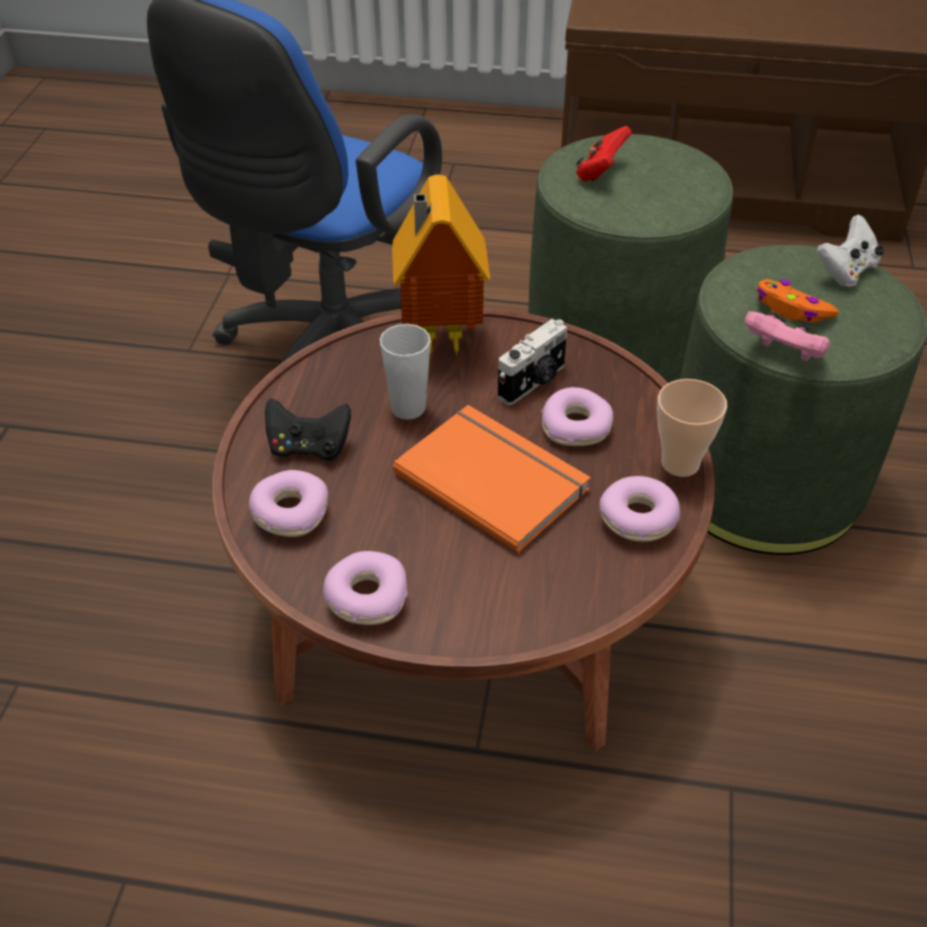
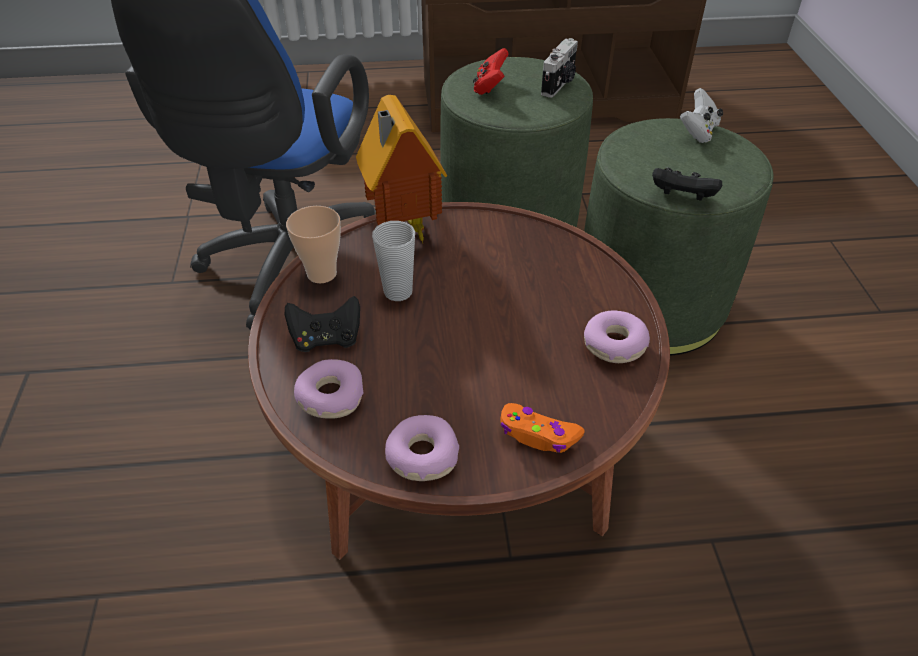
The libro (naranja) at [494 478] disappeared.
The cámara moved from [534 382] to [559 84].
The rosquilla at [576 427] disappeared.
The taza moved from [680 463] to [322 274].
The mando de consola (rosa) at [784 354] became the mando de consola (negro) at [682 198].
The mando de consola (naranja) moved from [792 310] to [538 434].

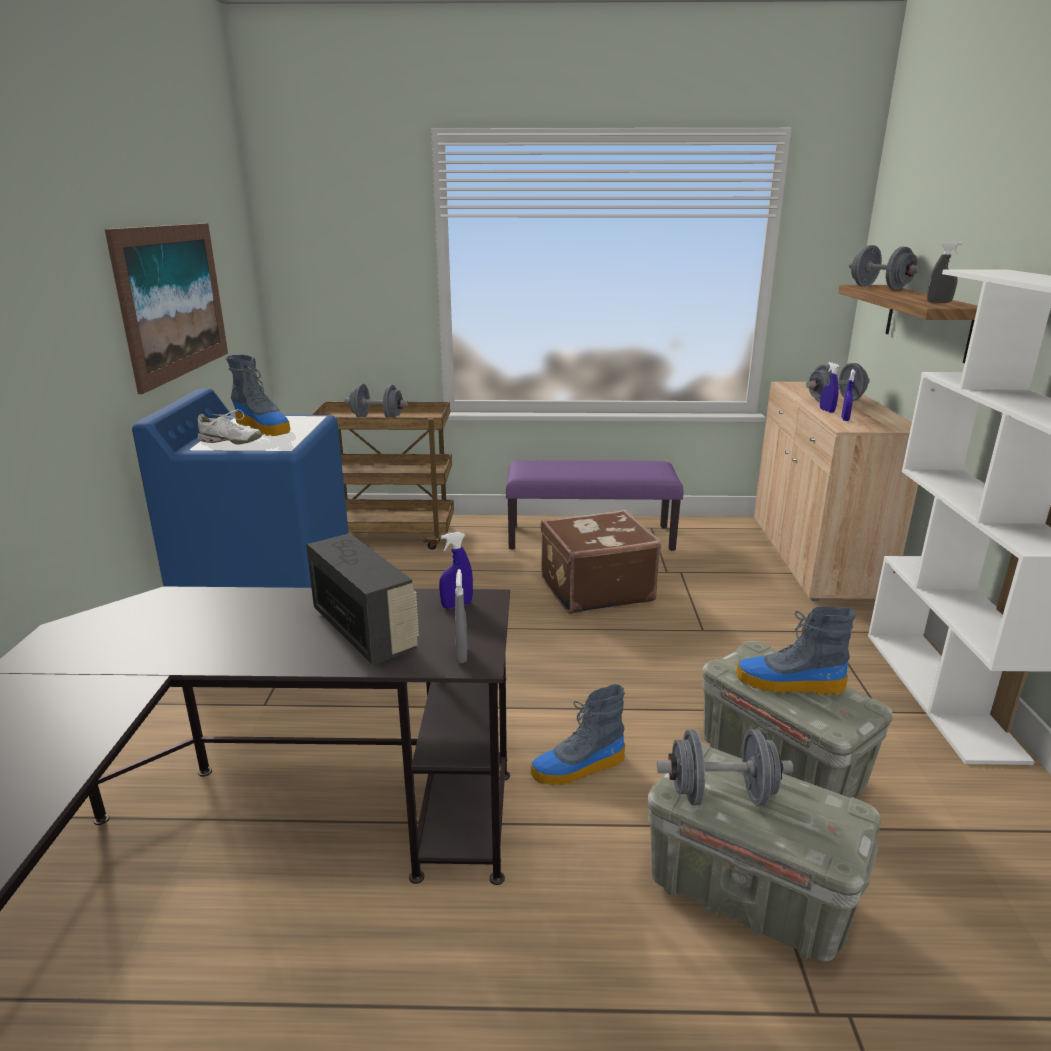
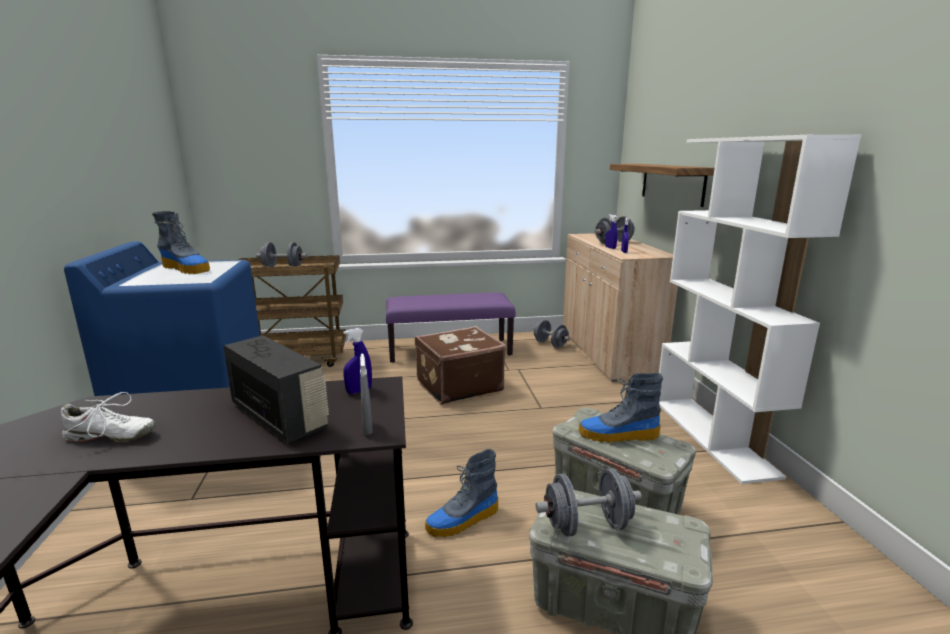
The cuadro at [174 301] disappeared.
The zapato (blanco) moved from [230 441] to [111 436].
The mancuerna (gris) moved from [879 288] to [550 344].
The pulverizador (gris) at [938 302] disappeared.

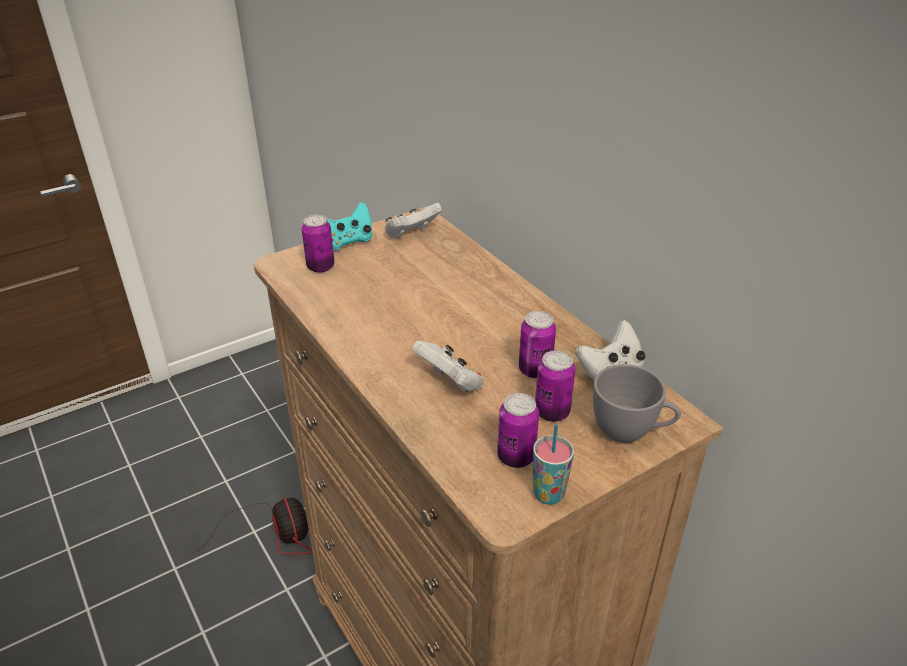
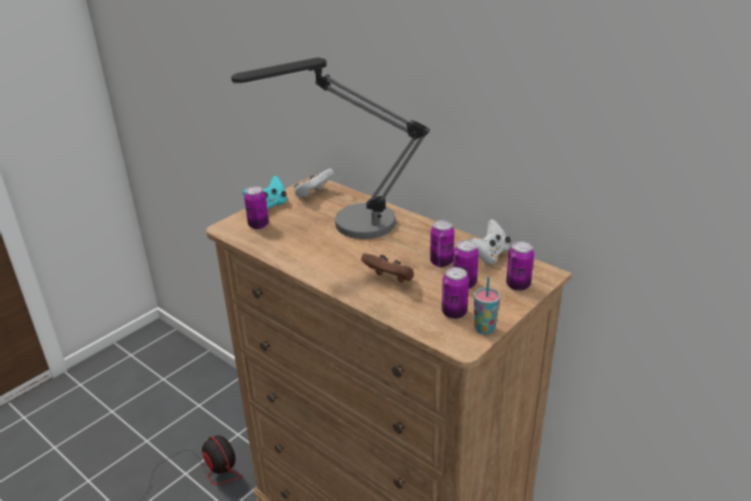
The mando de consola (blanco) at [450 383] became the mando de consola (marrón) at [390 279].
The taza (gris) at [630 432] was replaced by the lata at [518 285].
The lámpara de mesa at [347 227] appeared.

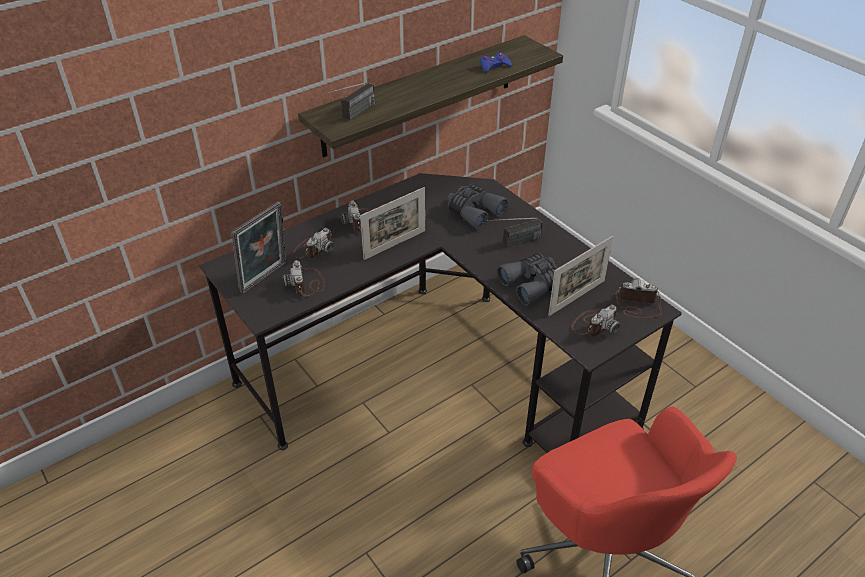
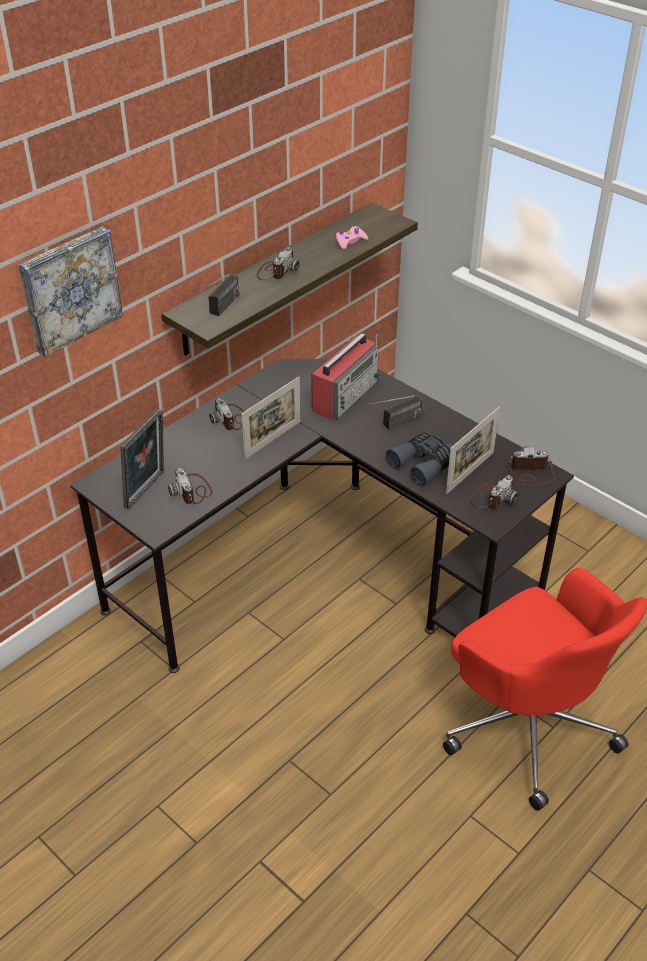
The cámara moved from [313 248] to [276 271].
The prismáticos (gris) at [473 211] was replaced by the radio at [345 395].
The mando de consola (azul) at [494 66] became the mando de consola (rosa) at [350 241].
The cuadro at [69 289] appeared.

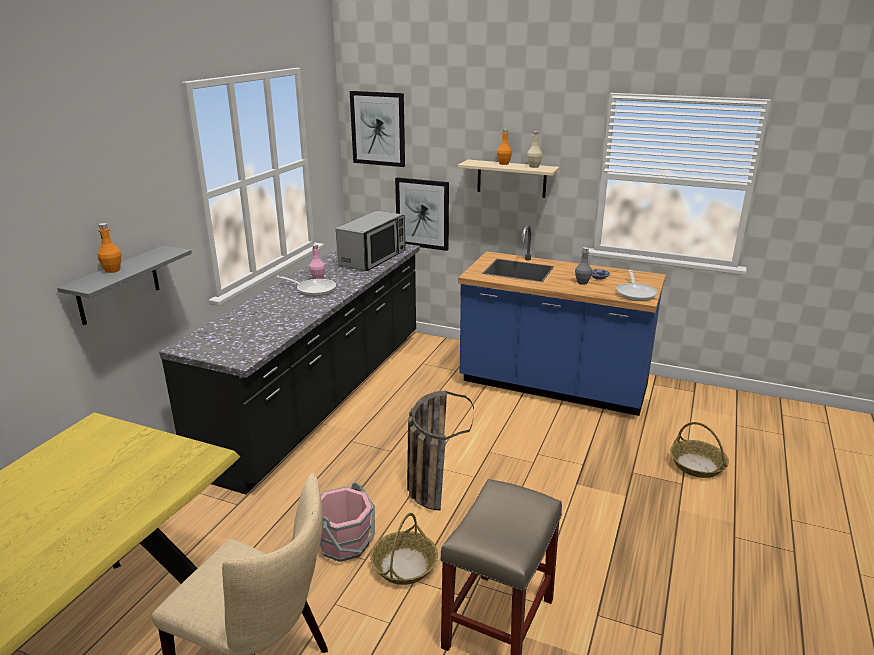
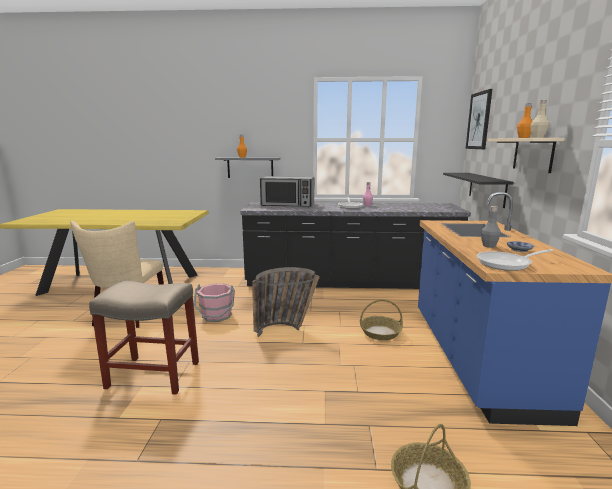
The microondas moved from [373 258] to [288 205].
The cesta moved from [404 565] to [380 332].
The cuadro at [422 213] was replaced by the estante (negro) at [487 189].

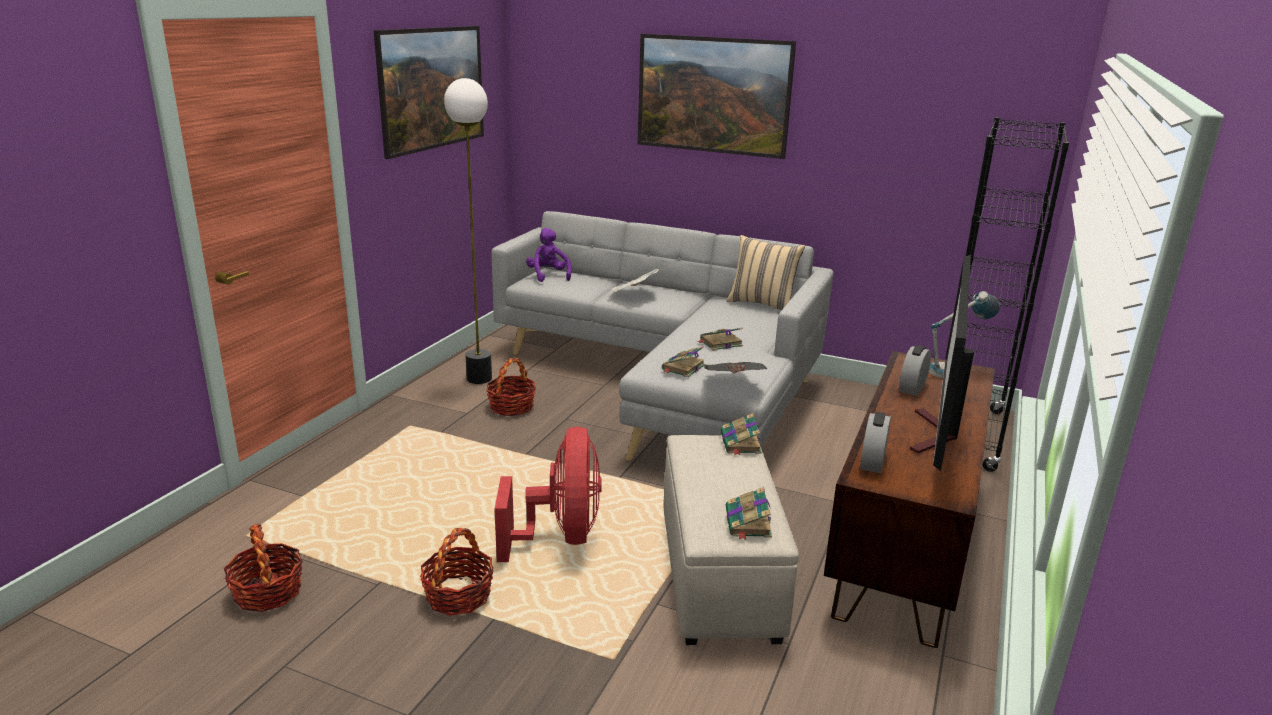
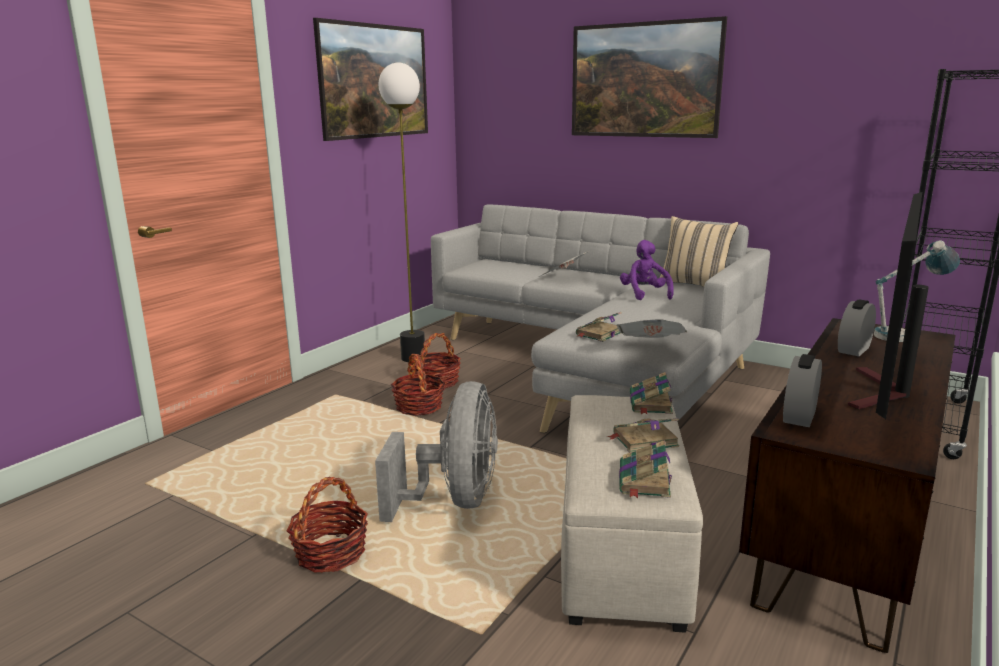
The cesta moved from [268 592] to [418 406].
The ventilador (rojo) at [561 536] became the ventilador (gris) at [455 501].
The peluche (morado) moved from [548 276] to [644 294].
The libro moved from [720 343] to [643 440].

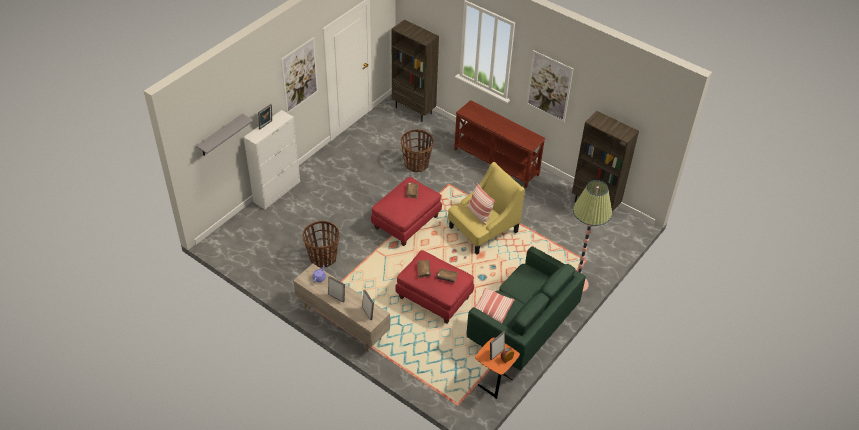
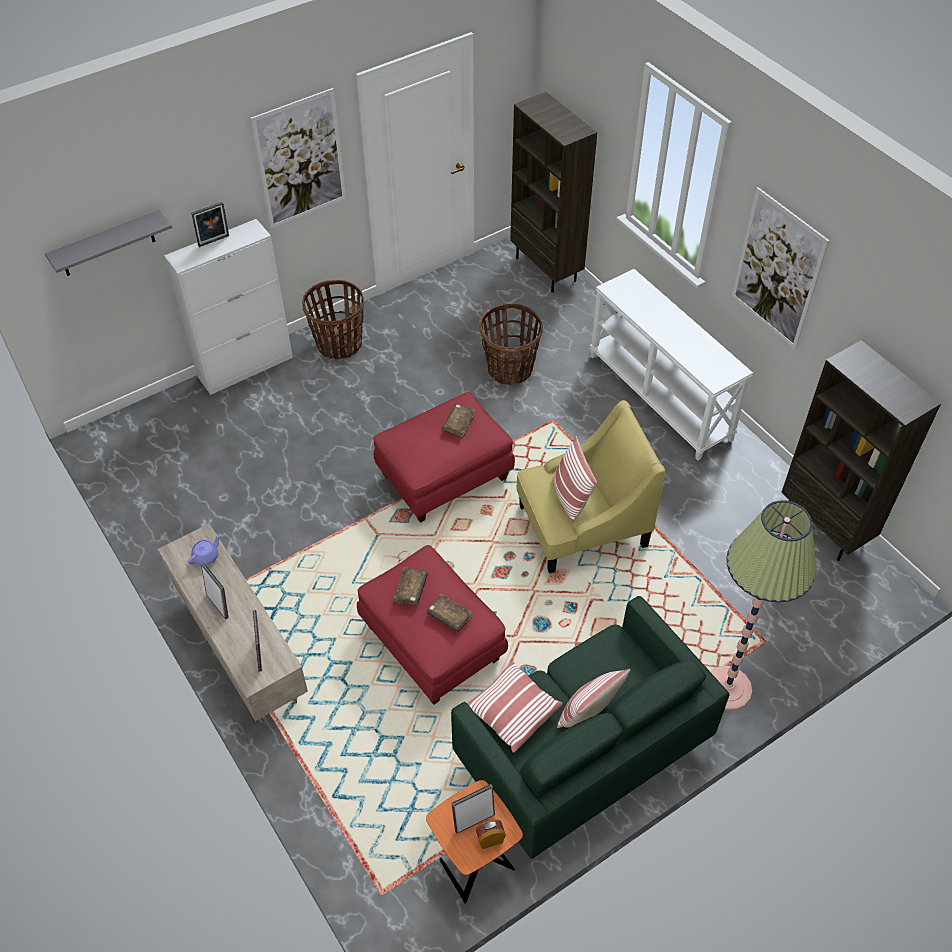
The cesta moved from [323 258] to [339 344].
The mesa consola (marrón) at [496 162] became the mesa consola (blanco) at [660 397].
The cojín at [589 712] appeared.

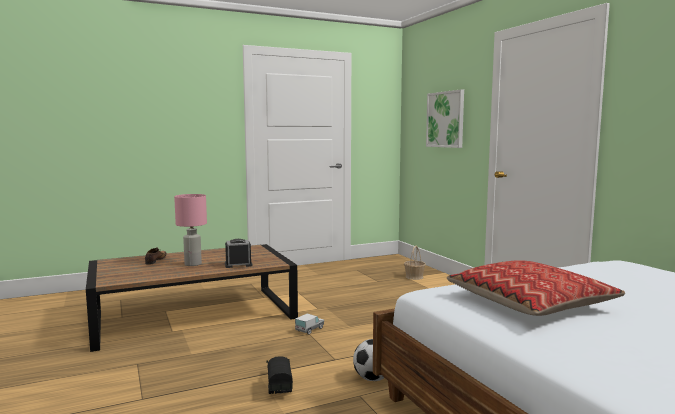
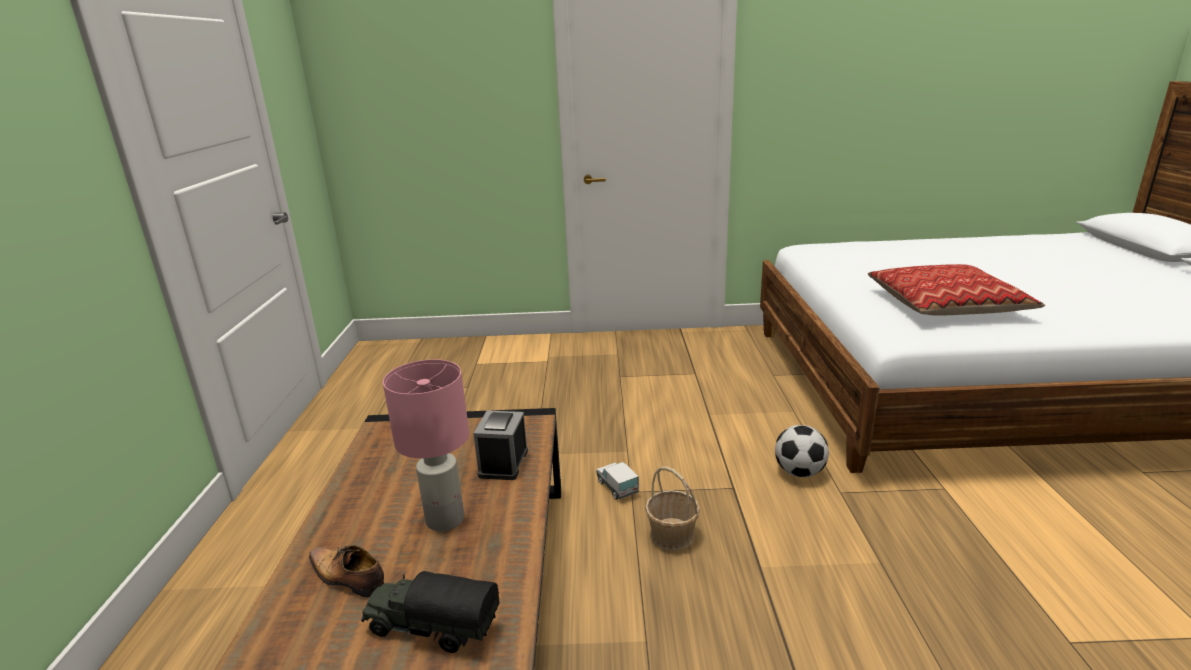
The camión de juguete moved from [279 385] to [431 628].
The cesta moved from [414 277] to [672 535].
The cuadro at [445 119] disappeared.

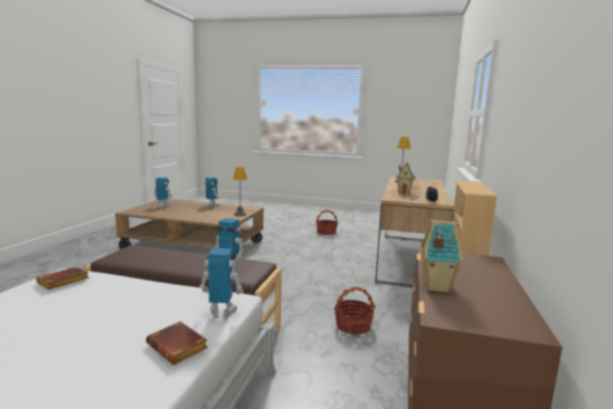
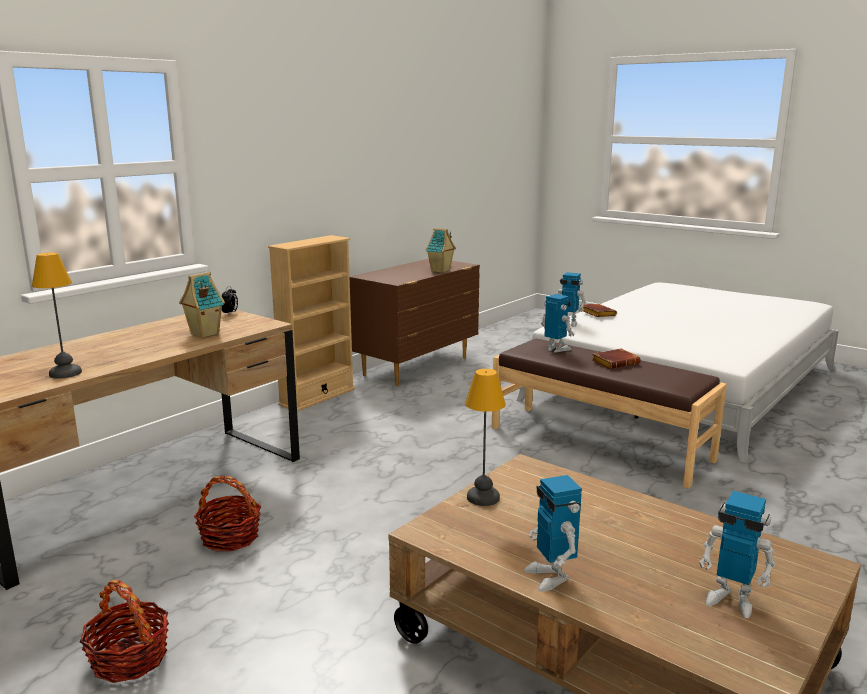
The libro (marrón) moved from [62 282] to [615 362].
The cesta moved from [353 326] to [230 537].

